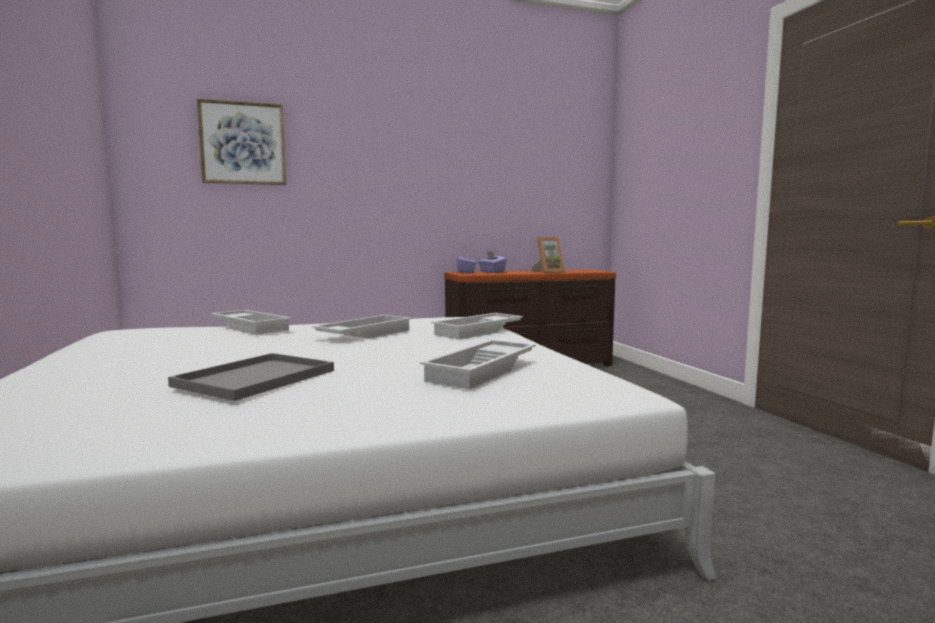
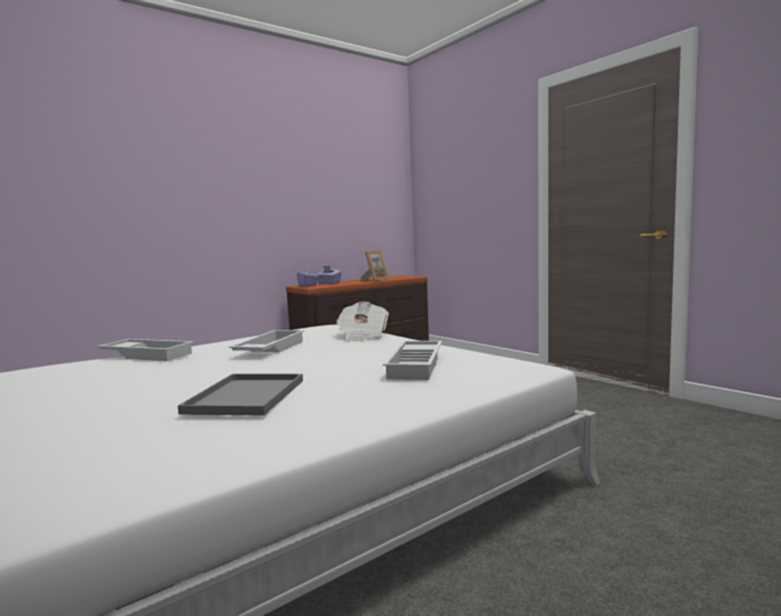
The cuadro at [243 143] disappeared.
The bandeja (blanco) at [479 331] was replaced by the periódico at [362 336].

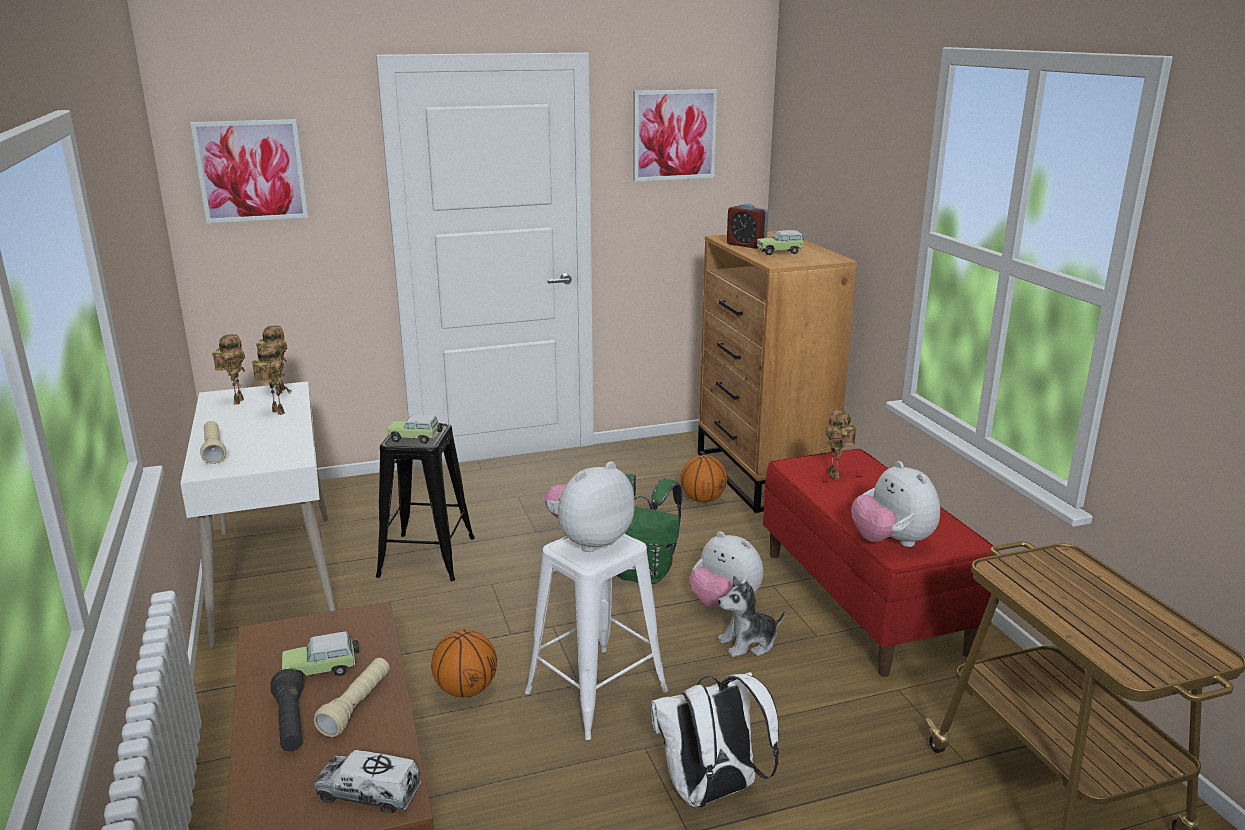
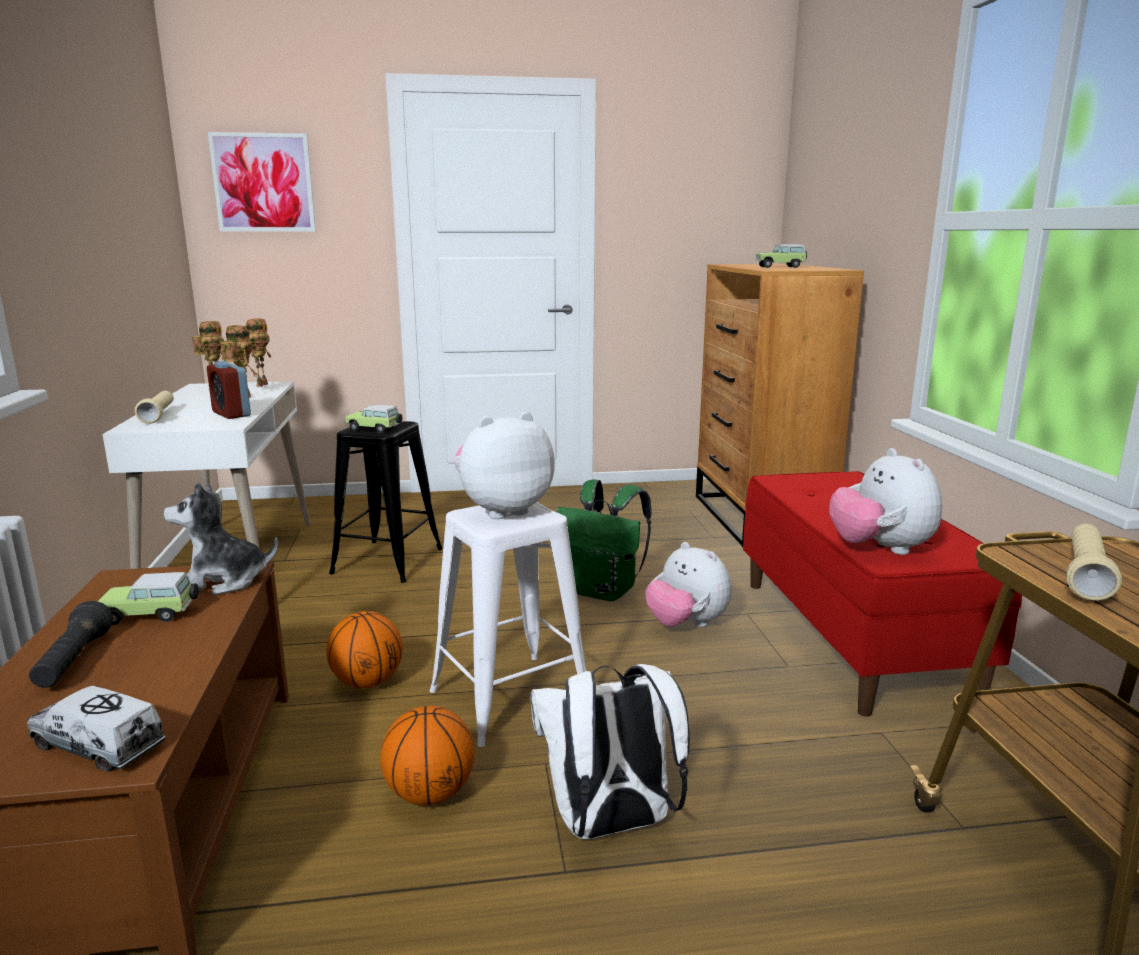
The linterna (beis) moved from [356 706] to [1085 576].
The cuadro at [674 135] disappeared.
The balón de baloncesto moved from [703 499] to [430 793].
The peluche moved from [748 643] to [224 581].
The despertador moved from [746 245] to [231 414].
The robot de juguete at [835 476] disappeared.

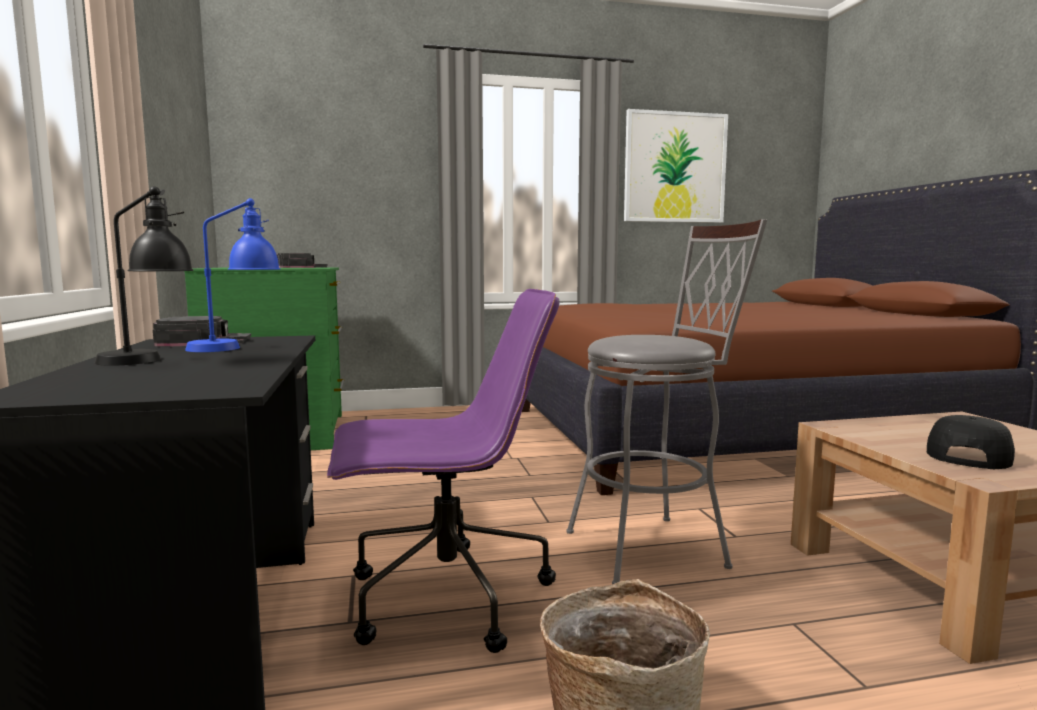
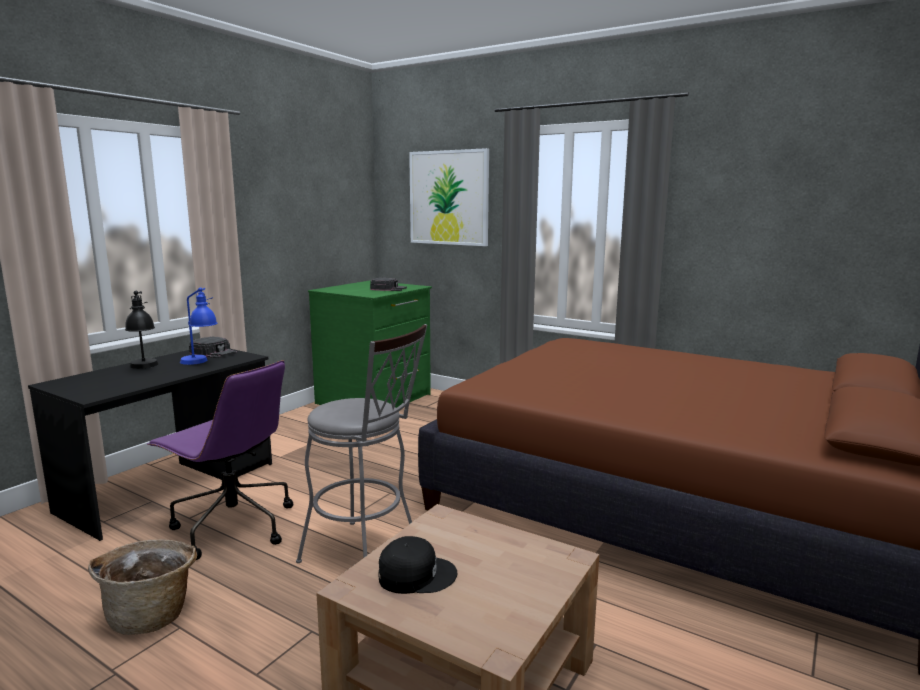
The cuadro moved from [674 168] to [449 198].

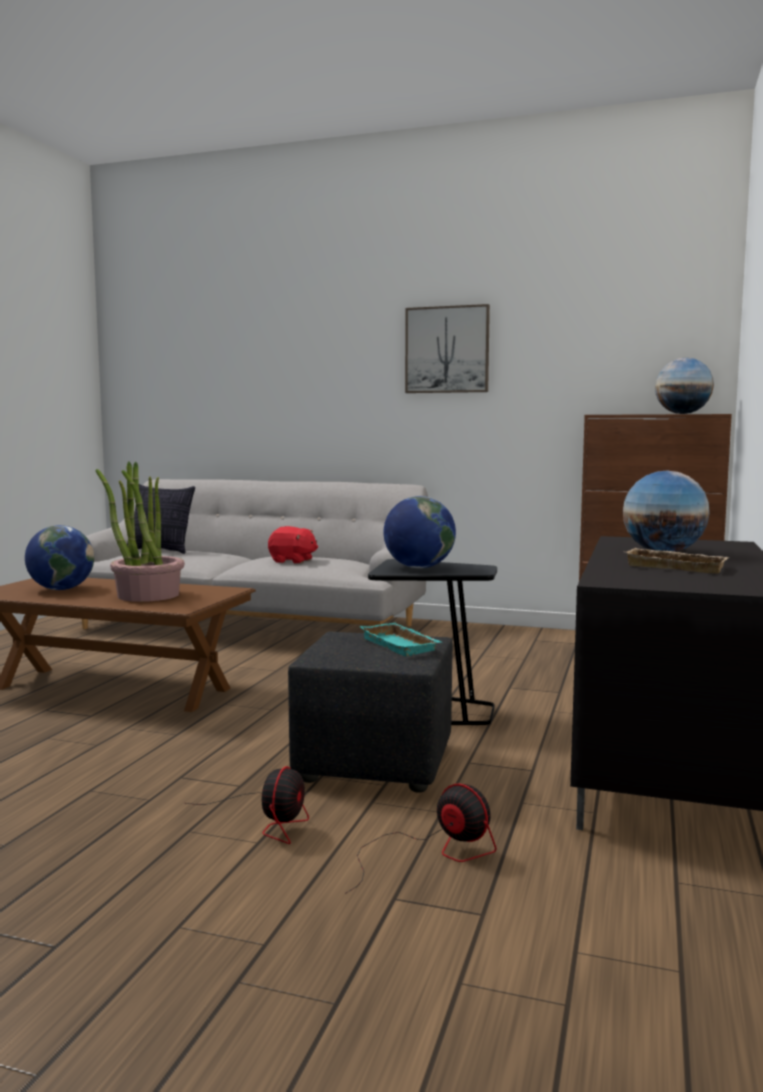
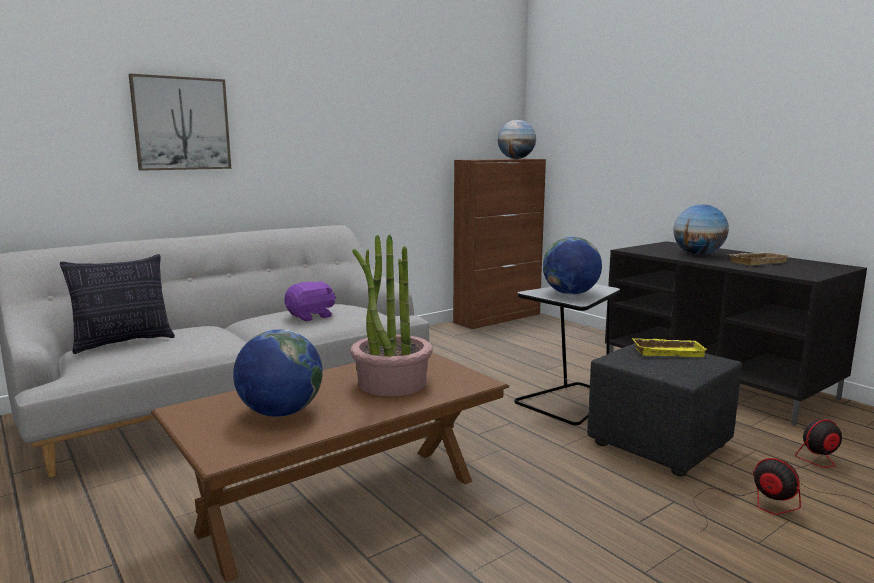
The peluche (rojo) at [292 561] became the peluche (morado) at [311 316].
The bandeja (turquesa) at [402 645] became the bandeja (amarillo) at [668 351].
The cuadro moved from [447 350] to [181 124].

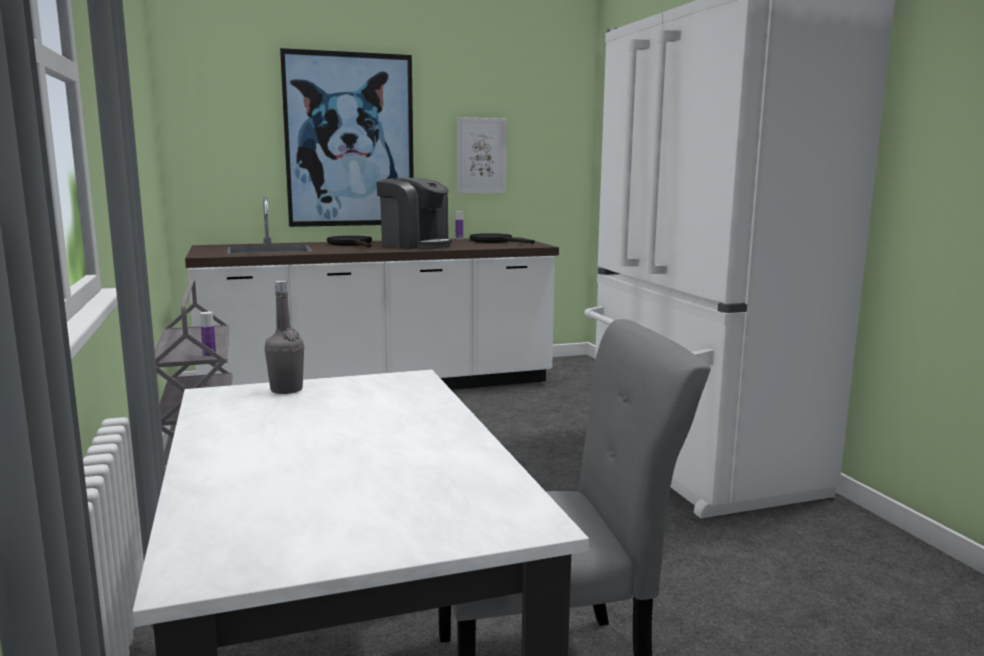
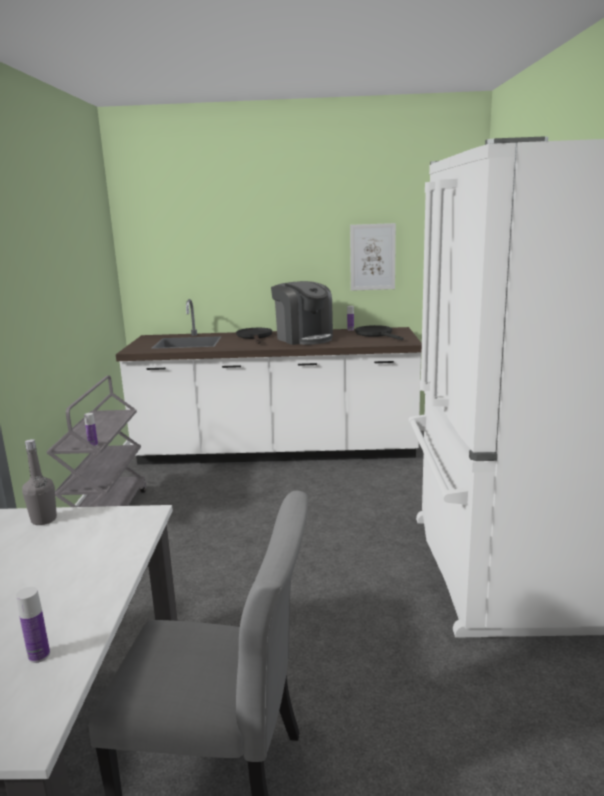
The cuadro at [349 140] disappeared.
The botella at [39 655] appeared.

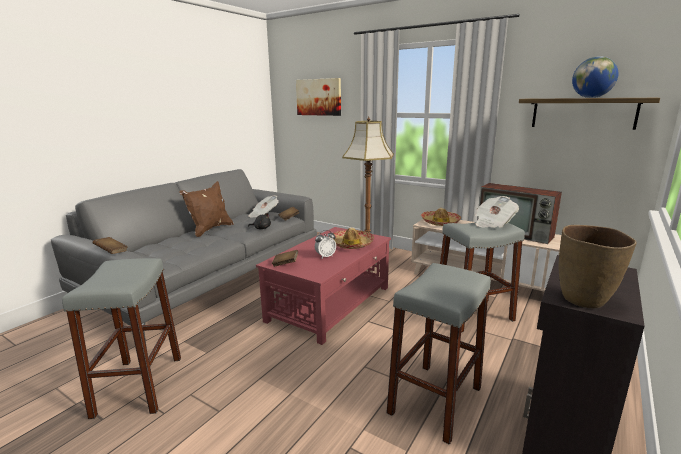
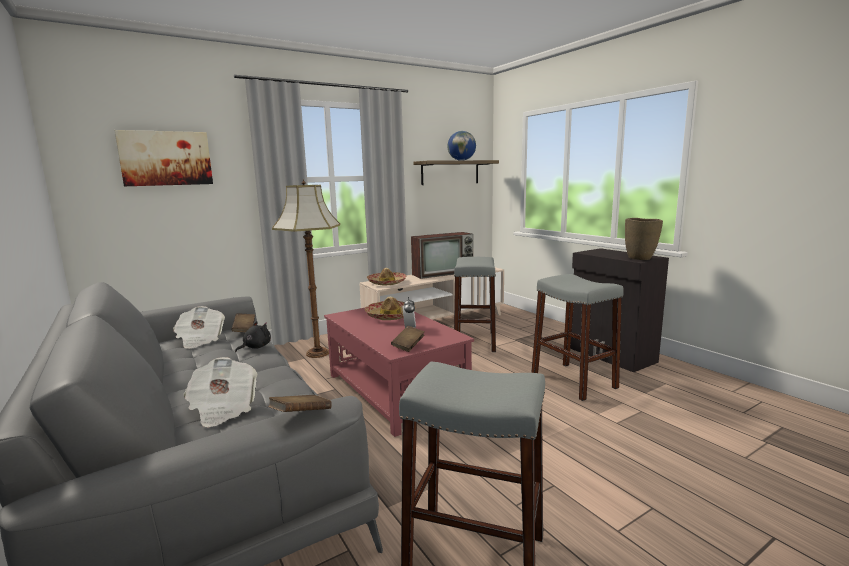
The cojín (marrón) at [210 229] disappeared.
The periódico moved from [493 223] to [223 408].

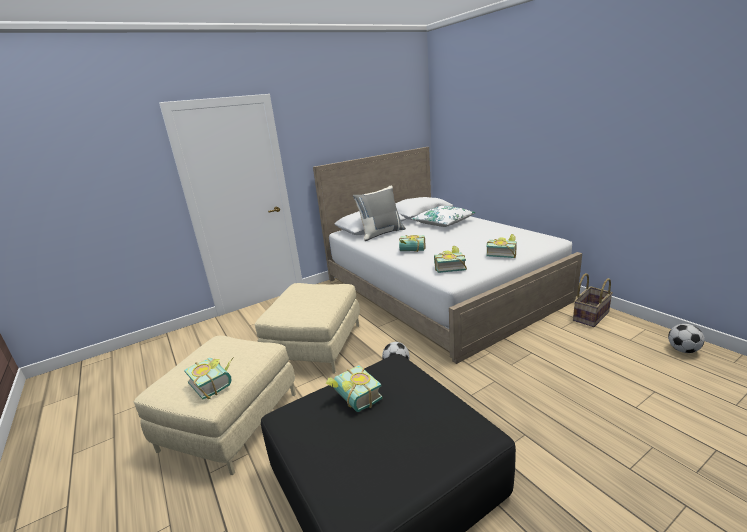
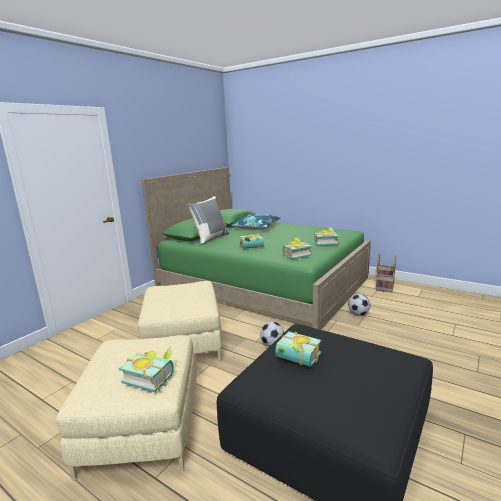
The cama (blanco) at [439 289] became the cama (verde) at [263 283].
The cojín (blanco) at [443 223] became the cojín (azul) at [256 227].
The balón de fútbol moved from [683 350] to [359 314].

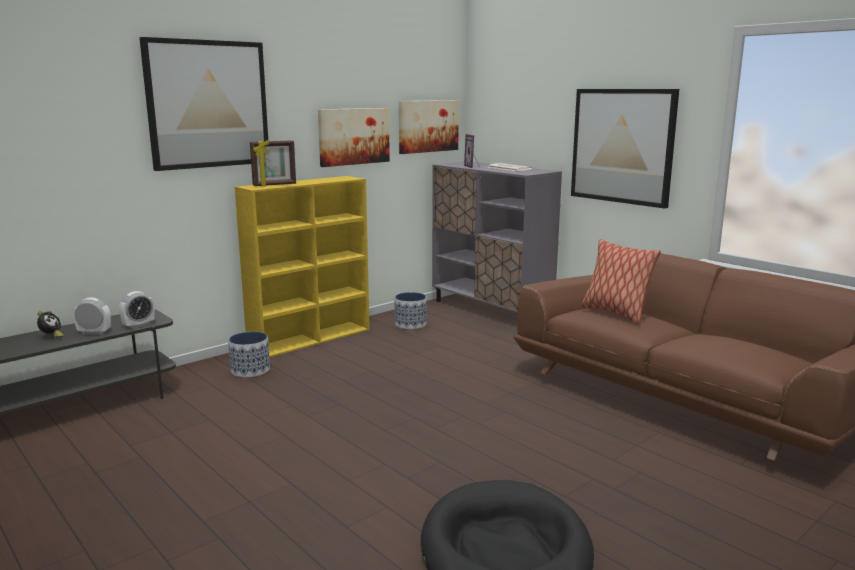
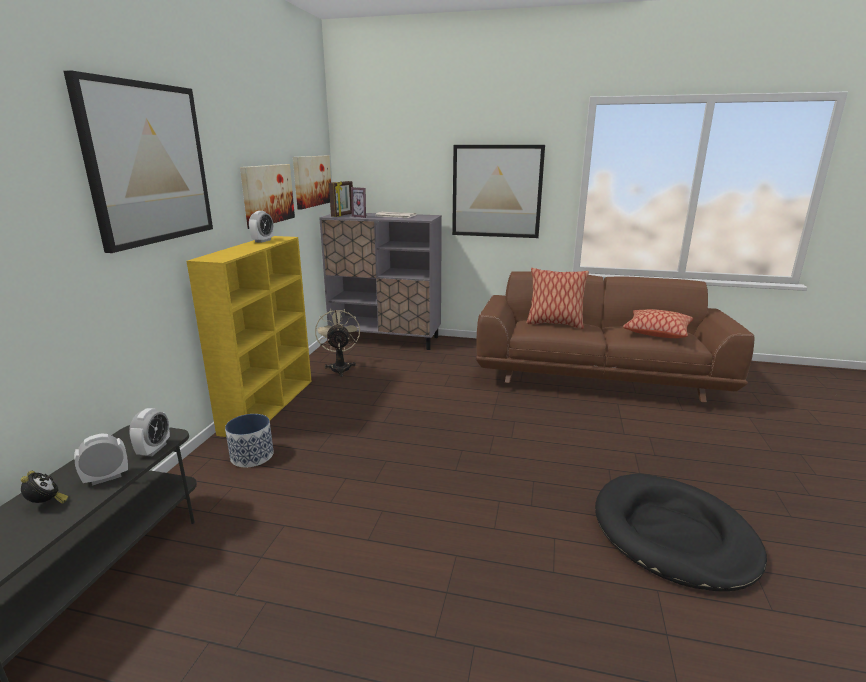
The portarretratos moved from [274 185] to [343 215].
The maceta at [410 324] was replaced by the ventilador (beis) at [340 367].
The despertador at [263 241] appeared.
The cojín at [657 332] appeared.

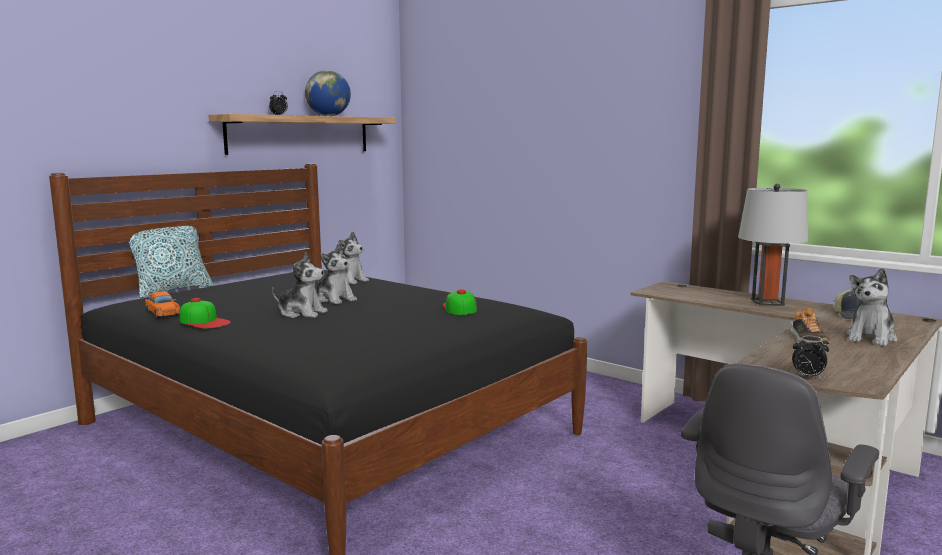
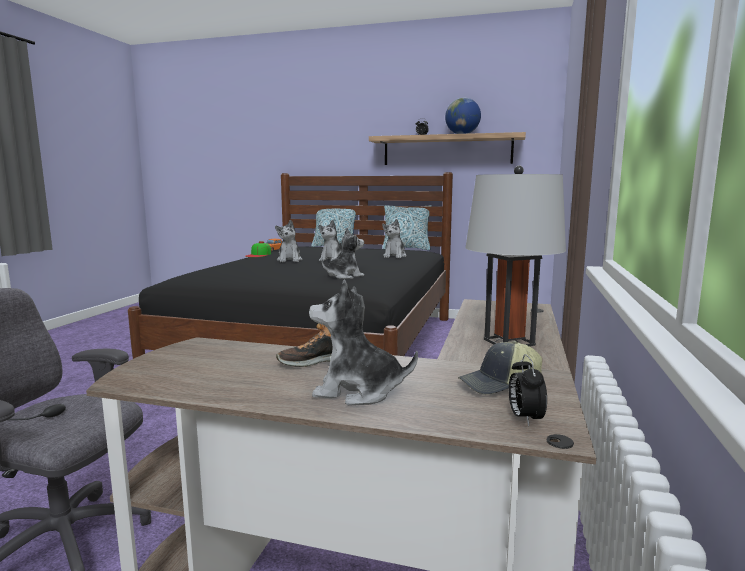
The gorra at [459 308] was replaced by the peluche at [344 276].
The despertador moved from [807 377] to [524 418].
The cojín at [406 248] appeared.

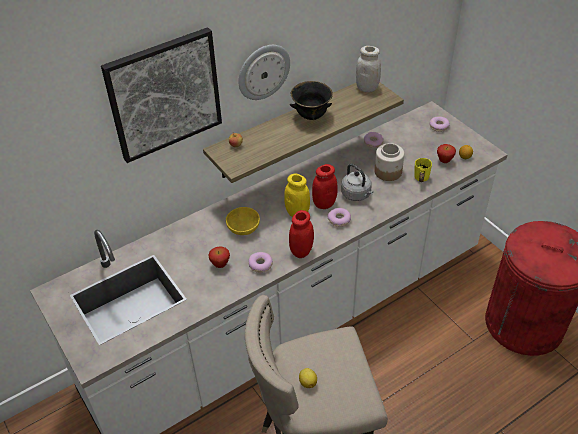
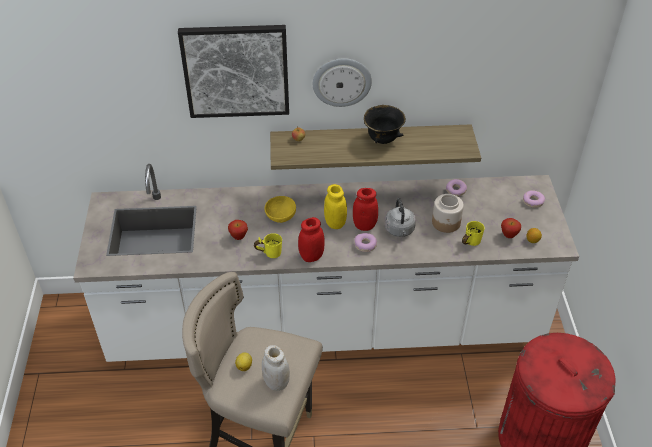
The rosquilla at [260 265] was replaced by the taza grande (amarillo) at [269 252].
The tarro (blanco) moved from [367 88] to [276 383].

